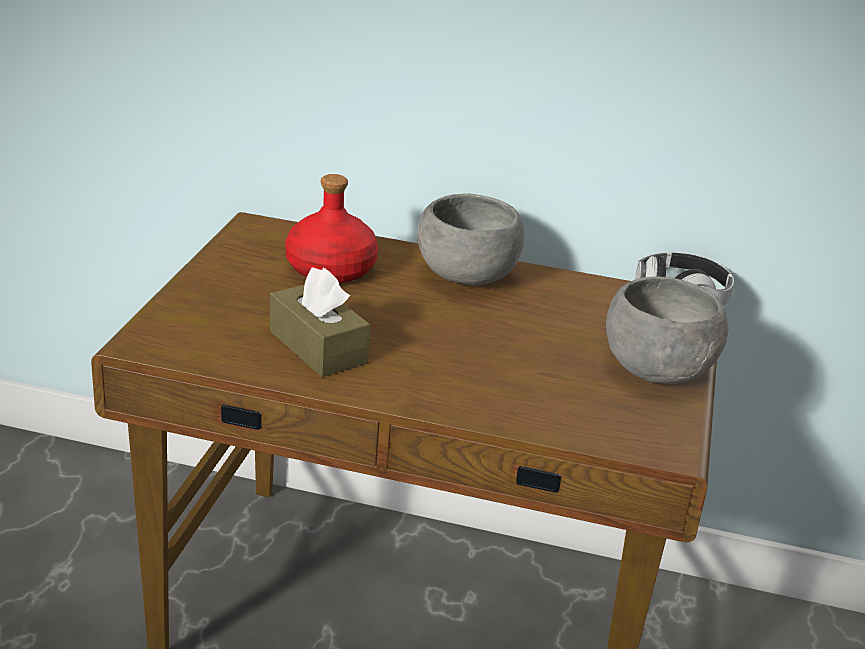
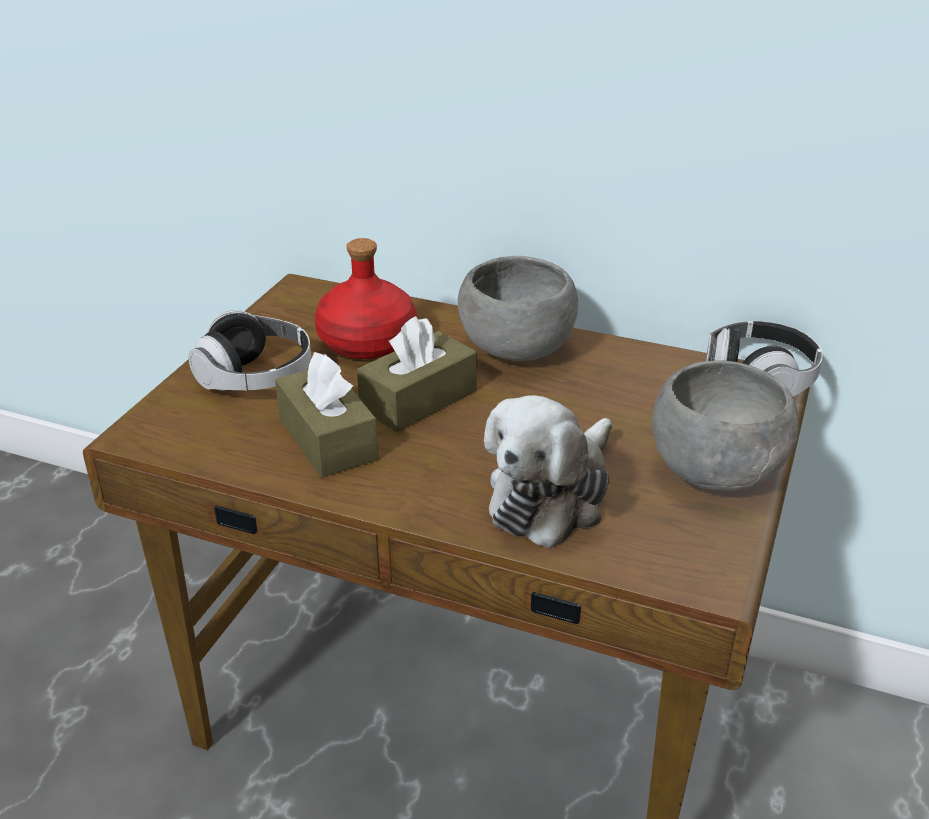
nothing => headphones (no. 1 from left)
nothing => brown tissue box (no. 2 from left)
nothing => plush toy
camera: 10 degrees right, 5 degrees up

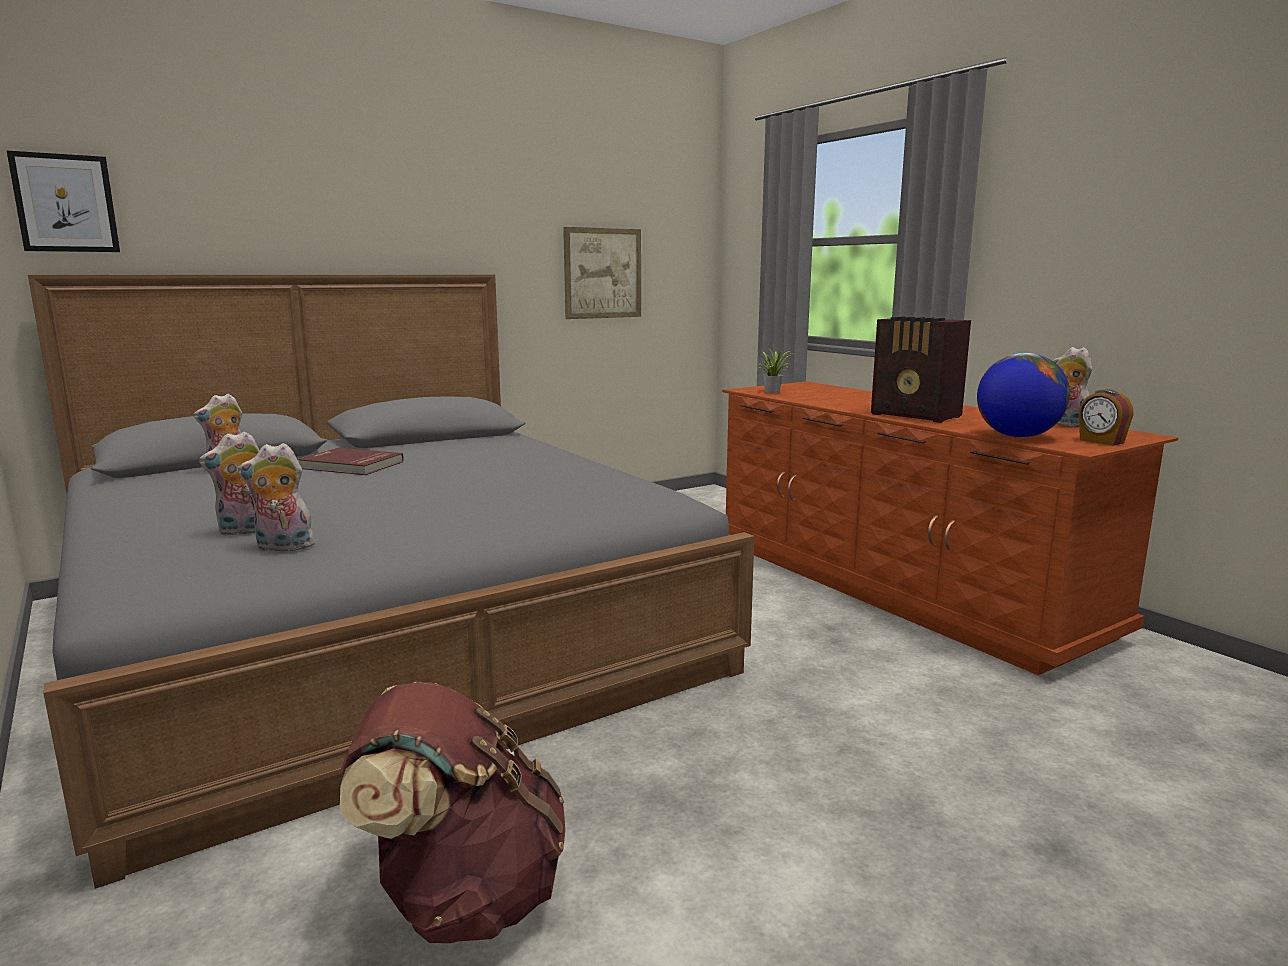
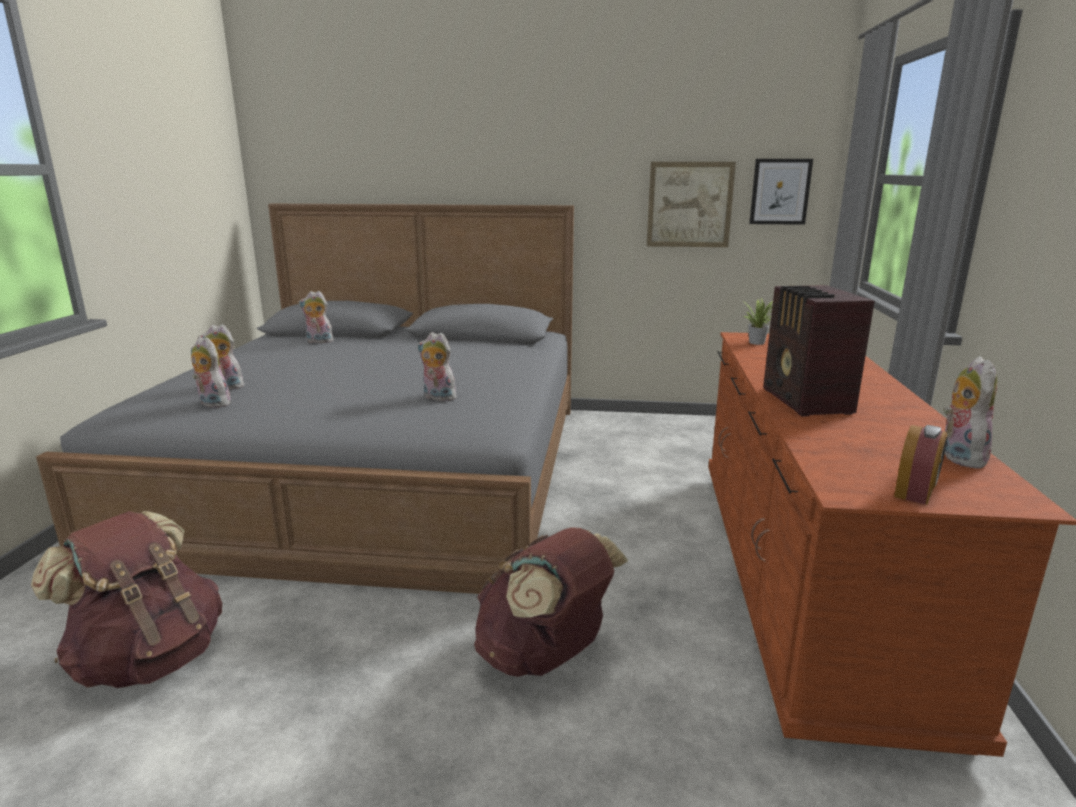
nothing => plush toy (no. 4 from left)
nothing => brown backpack (no. 2 from left)
picture (no. 1 from left in the first image) => picture (no. 2 from left), relocated
alarm clock, 150 degrees counterclockwise
red book => nothing
globe => nothing
camera: 40 degrees right, 5 degrees up

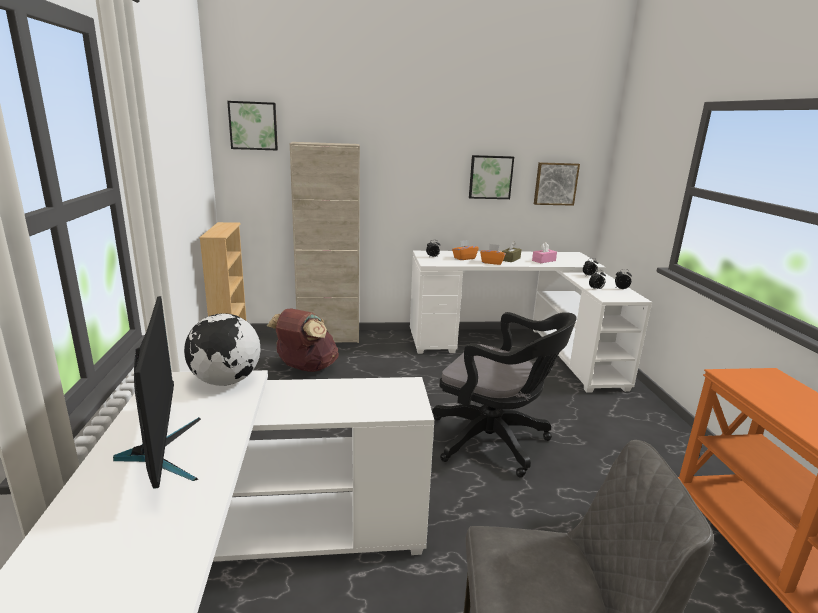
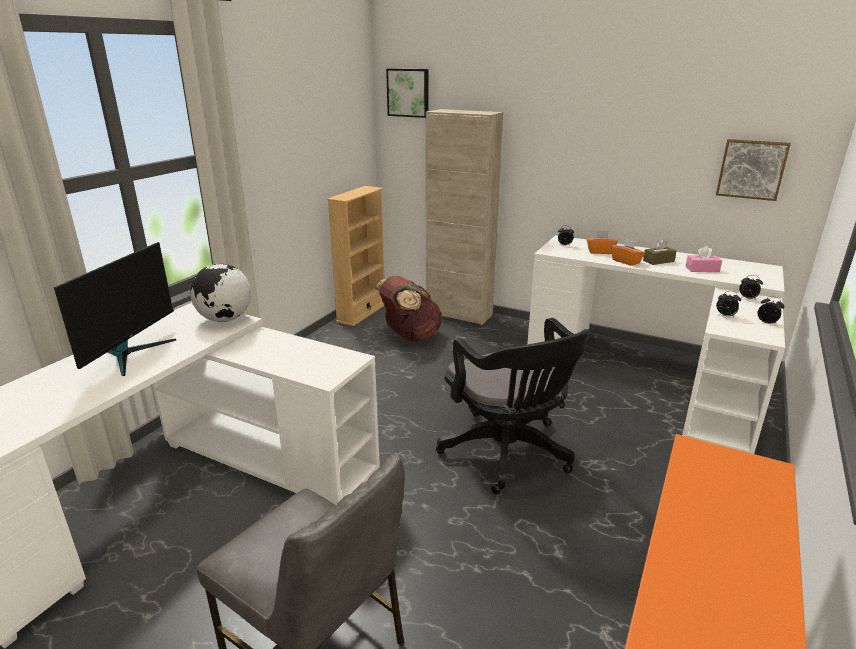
picture (no. 2 from left) => nothing
camera: 35 degrees right, 5 degrees up

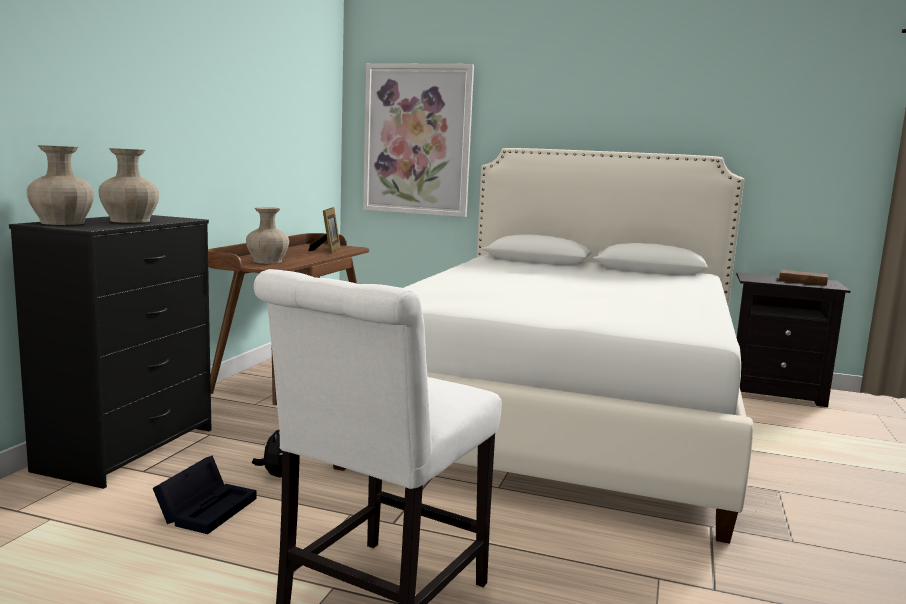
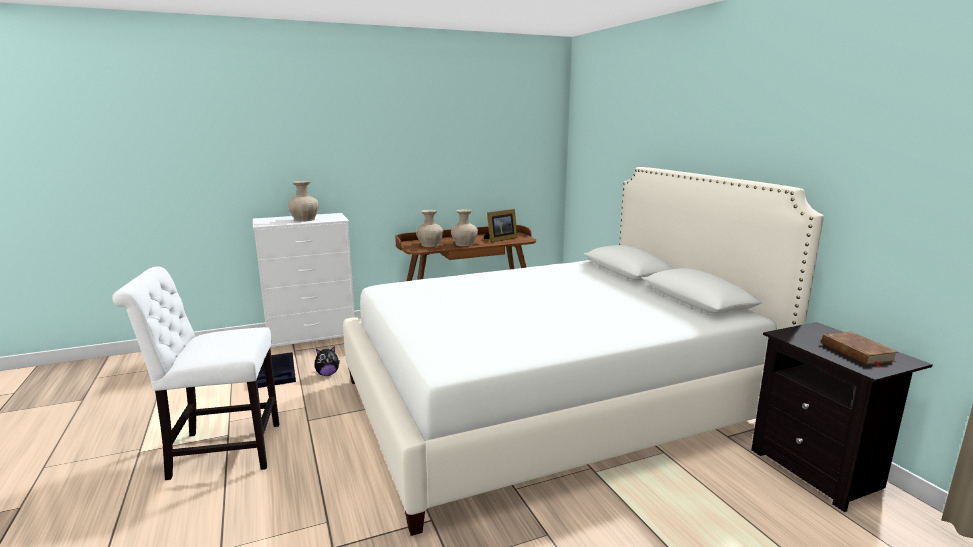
black dresser => white dresser
beige vase (no. 1 from left in the first image) => beige vase (no. 3 from left), relocated
picture => nothing
camera: 50 degrees right, 5 degrees up

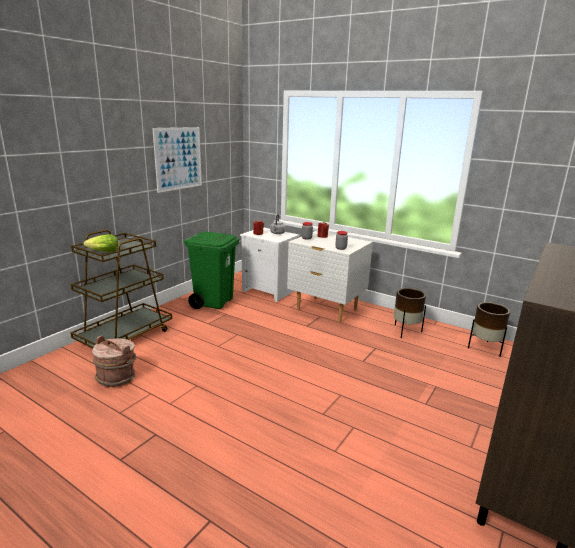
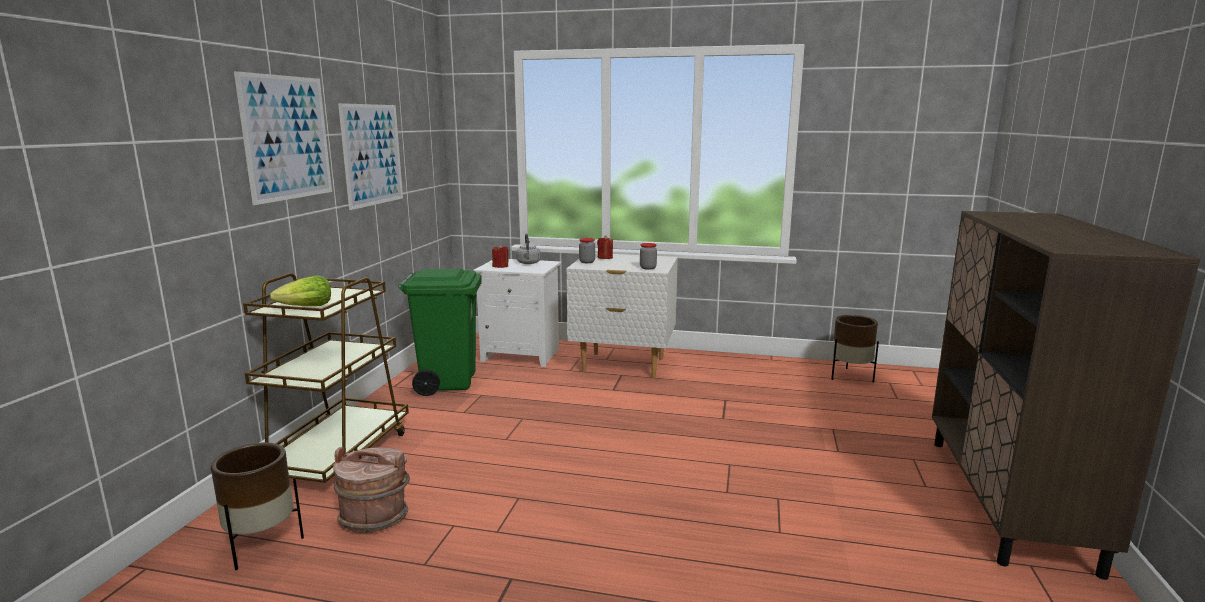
brown planter (no. 1 from left), relocated
nothing => picture (no. 1 from left)
camera: 20 degrees left, 5 degrees down

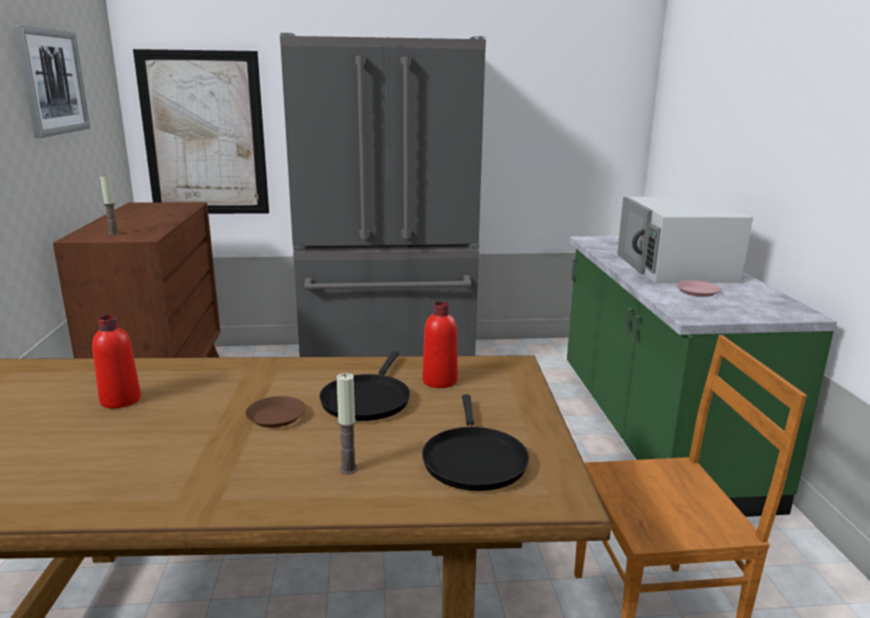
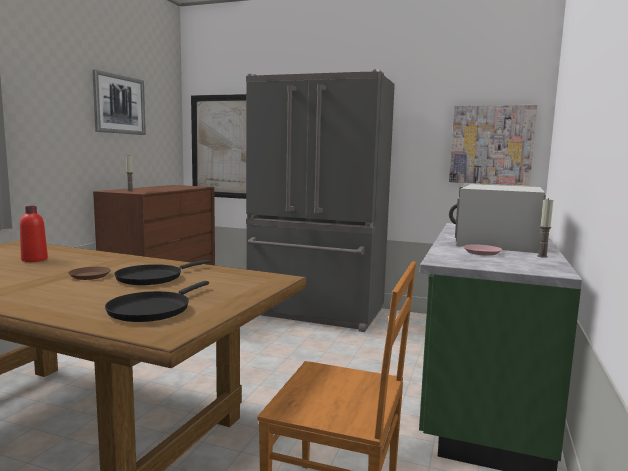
nothing => picture (no. 3 from left)
candle (no. 2 from left), relocated
red bottle (no. 2 from left) => nothing
camera: 25 degrees right, 10 degrees down

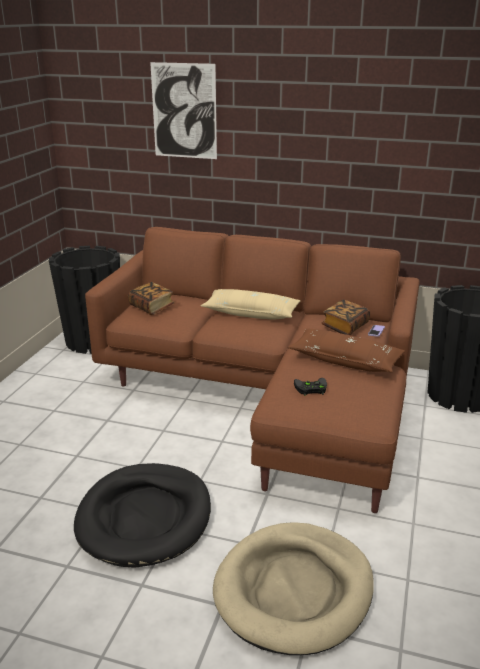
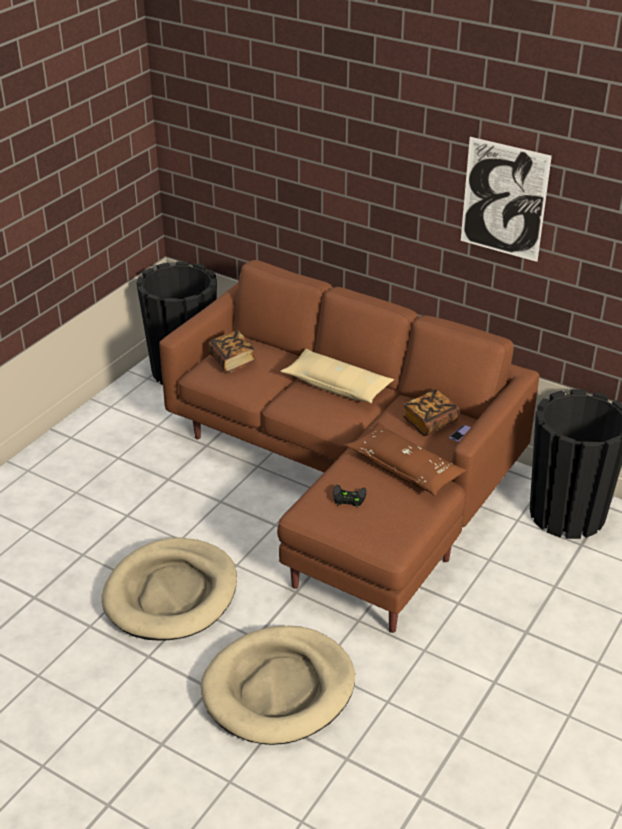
black dog bed => beige dog bed (no. 1 from left)
picture, relocated
camera: 15 degrees right, 10 degrees up

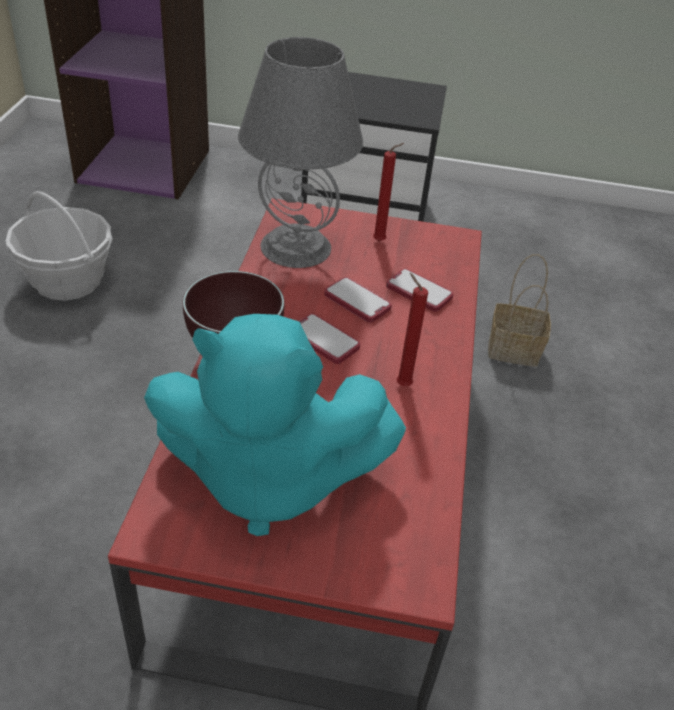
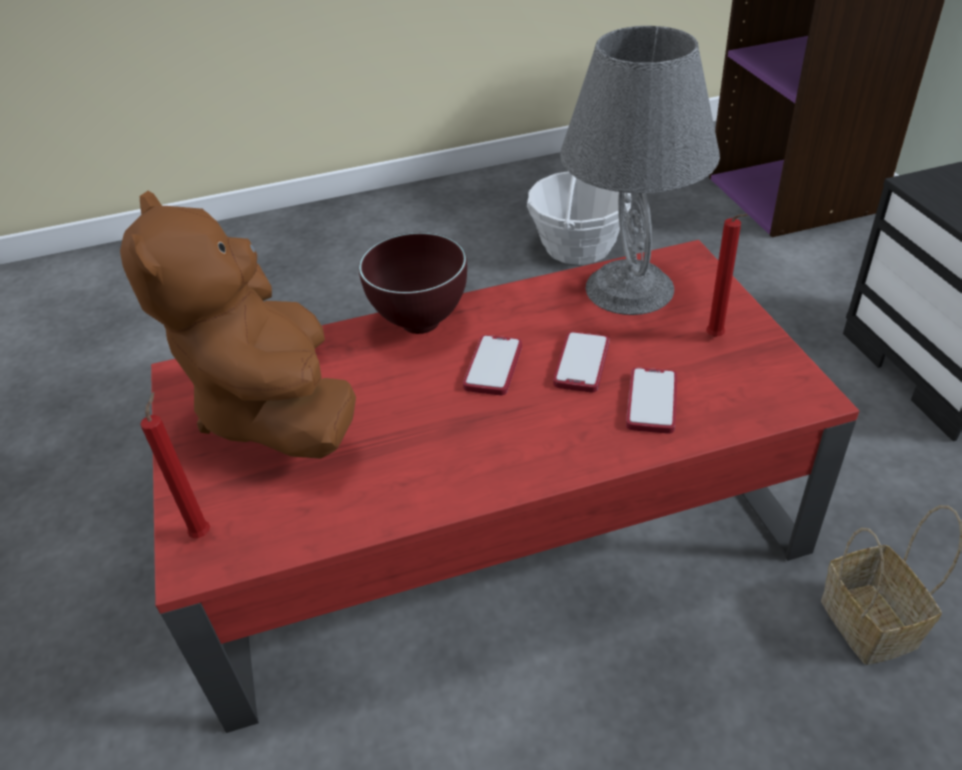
turquoise plush toy => brown plush toy
red candle (no. 2 from left in the first image) => red candle (no. 1 from left), relocated
camera: 70 degrees right, 0 degrees up

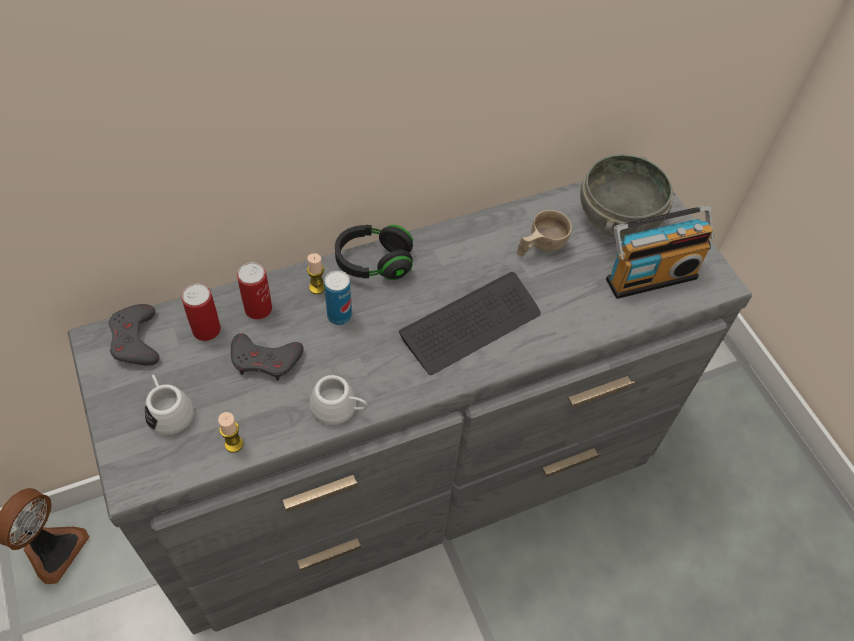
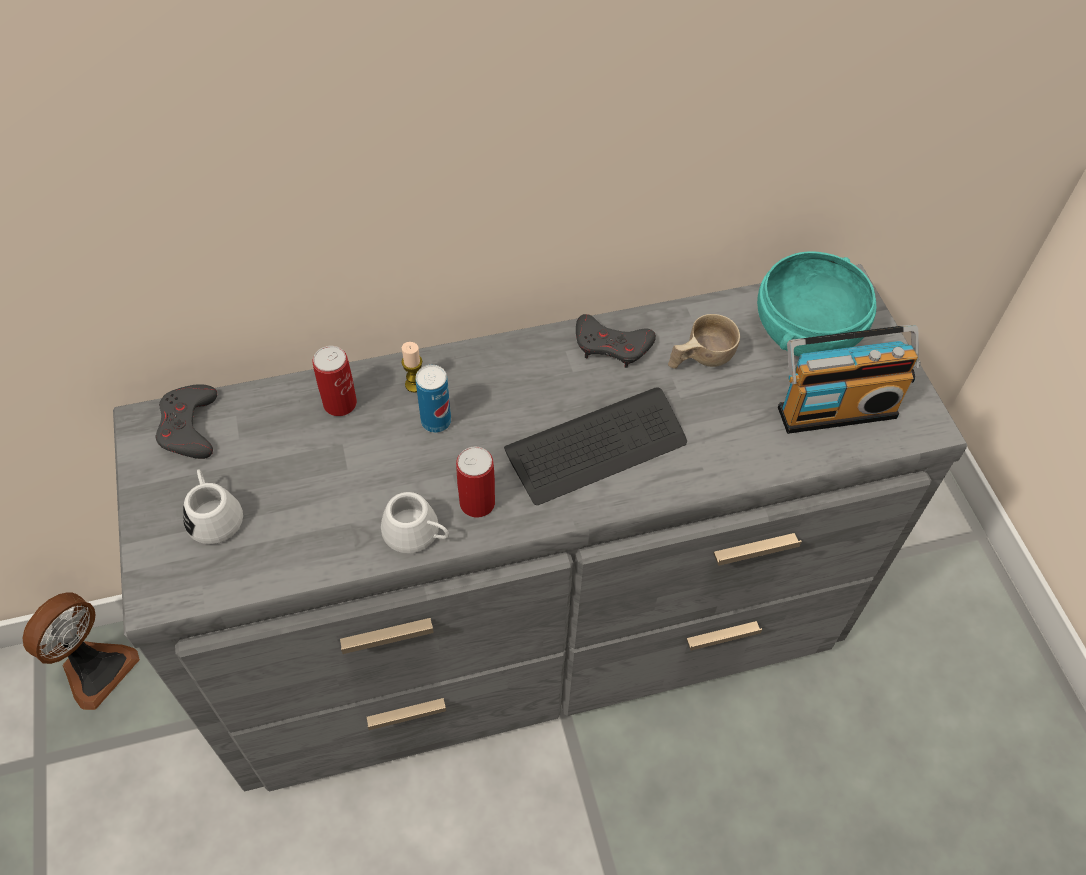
can (no. 1 from left in the first image) => can (no. 3 from left), relocated
grey game controller (no. 2 from left), relocated
grey bowl => turquoise bowl
candle (no. 1 from left) => nothing
black headphones => nothing
camera: 10 degrees right, 0 degrees up

